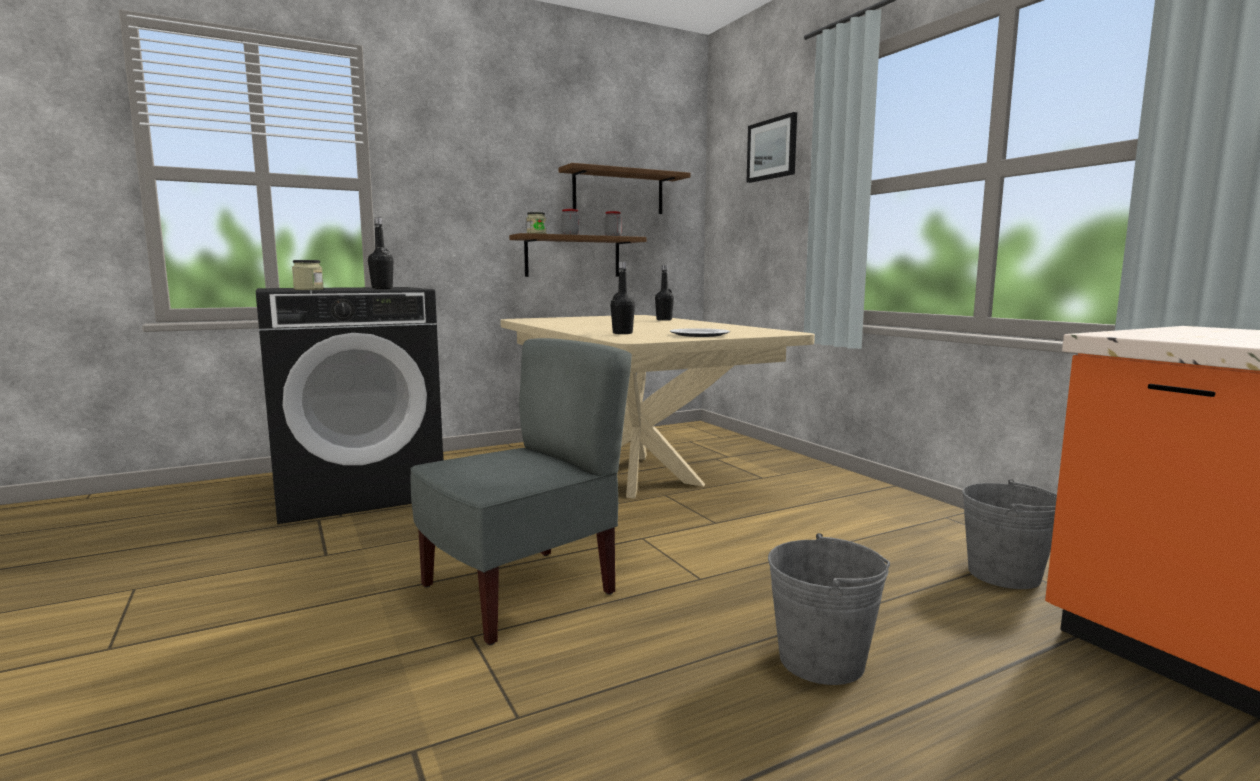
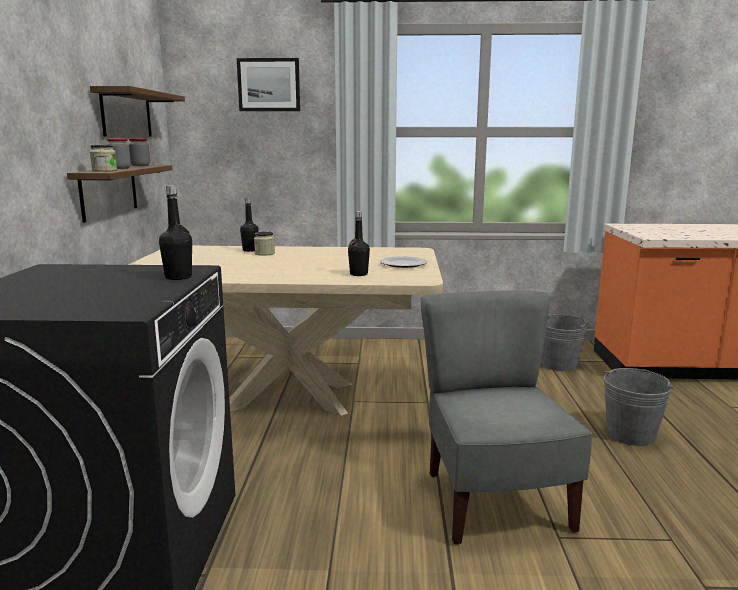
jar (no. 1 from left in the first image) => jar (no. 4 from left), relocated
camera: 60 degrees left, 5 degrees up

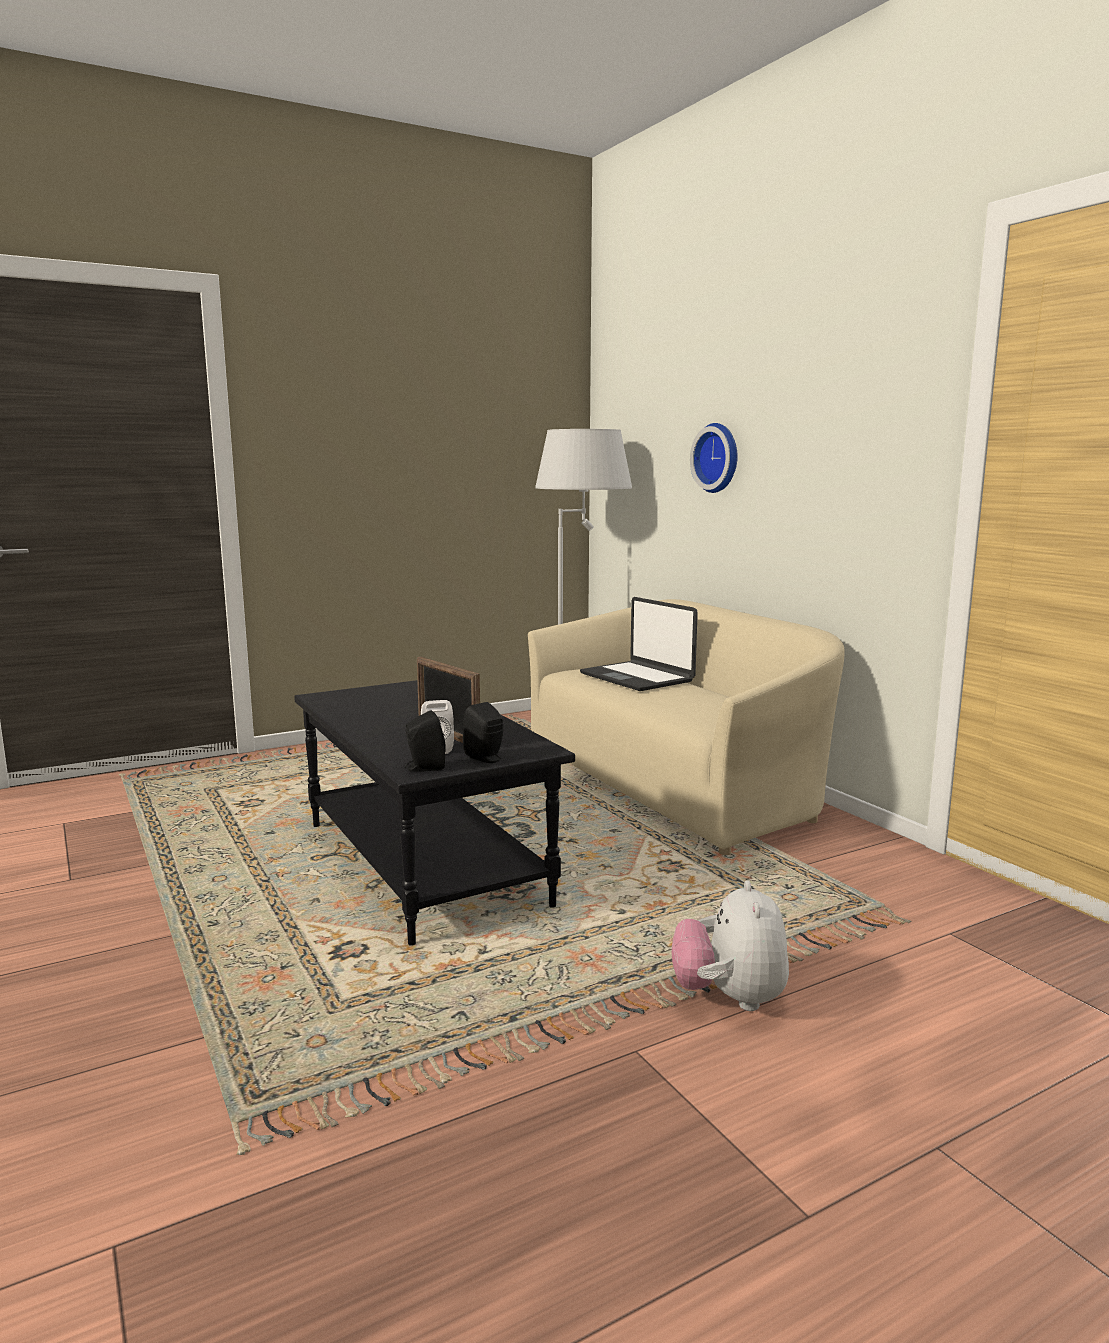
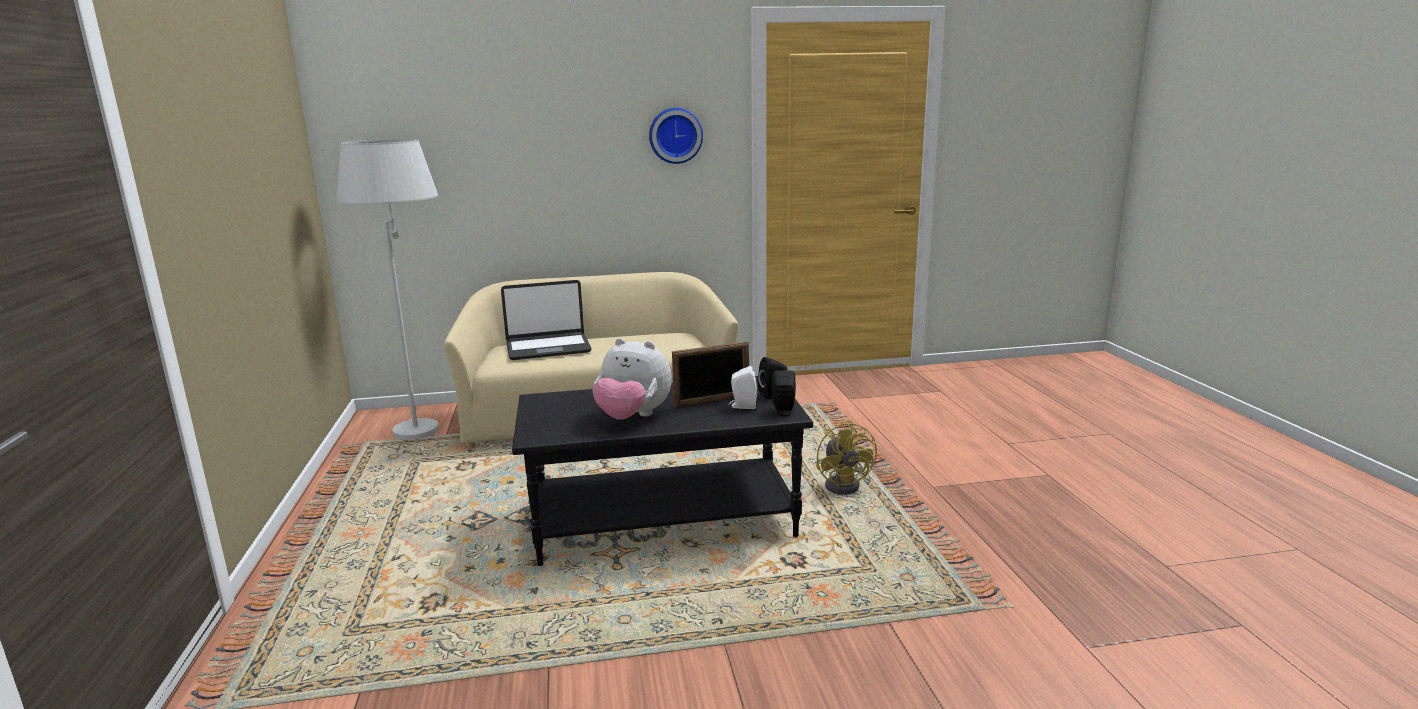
plush toy, relocated
wall clock, relocated
nothing => yellow fan
camera: 70 degrees left, 5 degrees up

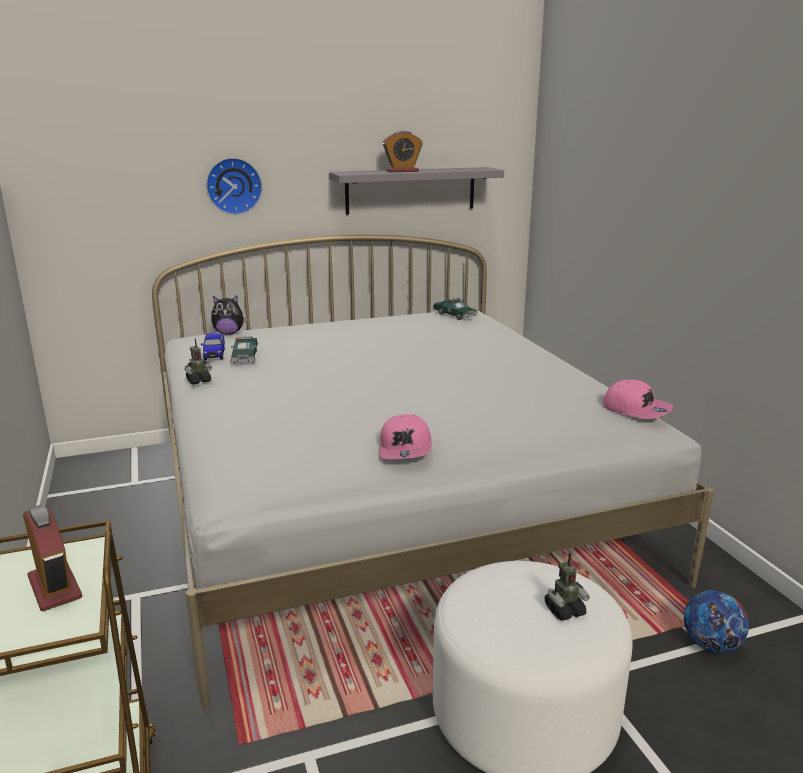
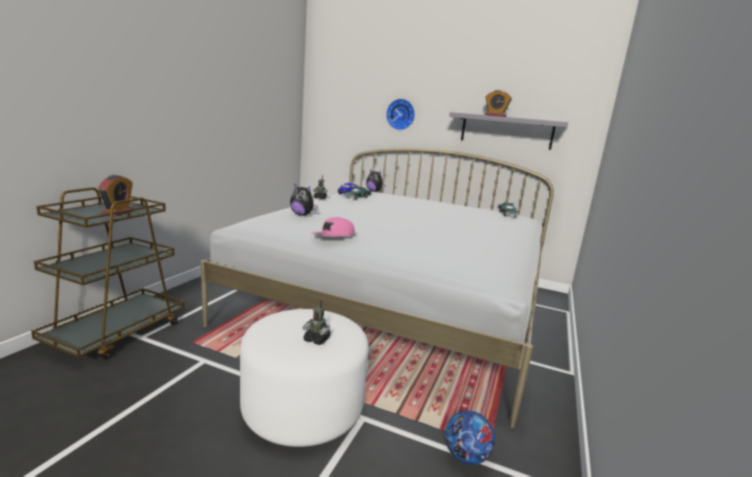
nothing => plush toy (no. 1 from left)
pink cap (no. 2 from left) => nothing
camera: 40 degrees right, 5 degrees down

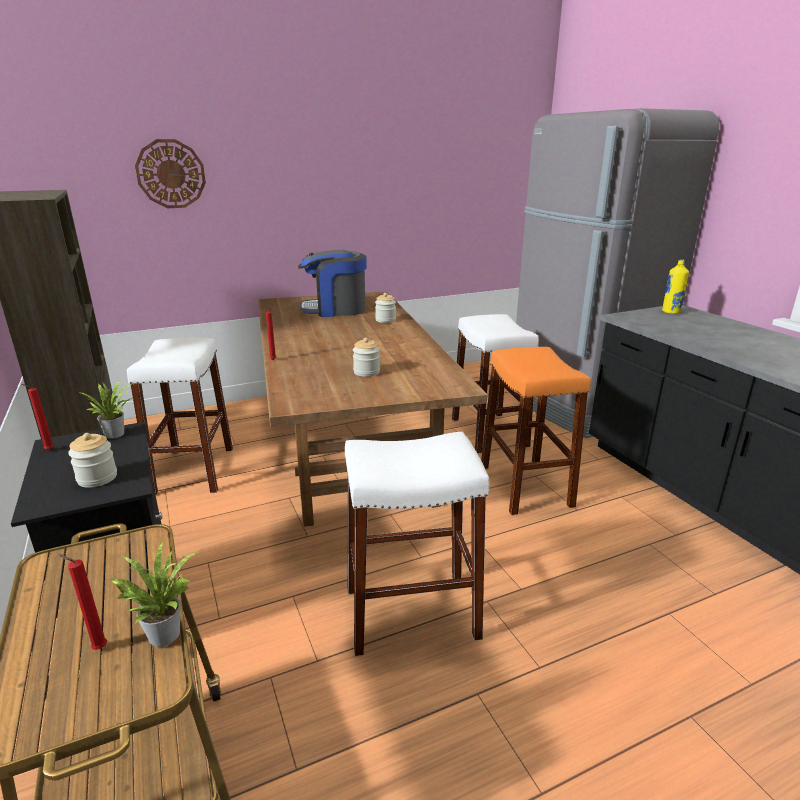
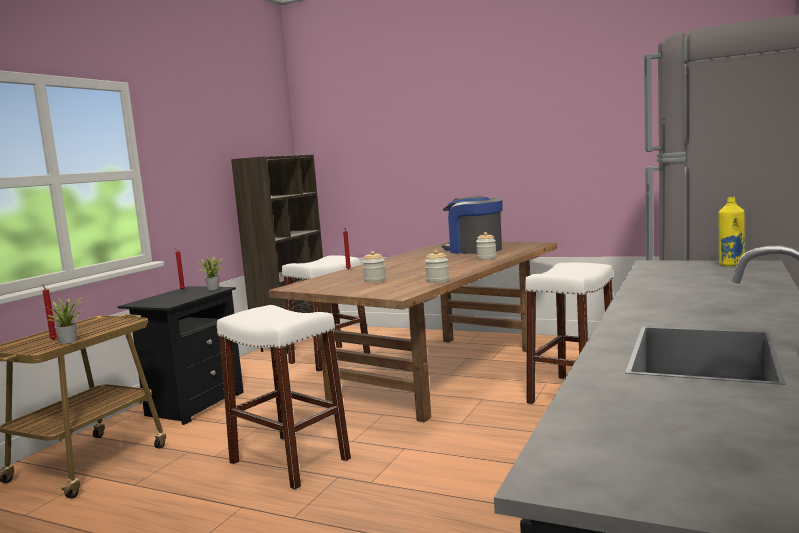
jar (no. 1 from left in the first image) => jar (no. 2 from left), relocated
wall clock => nothing
orange stool => nothing
camera: 50 degrees right, 15 degrees down

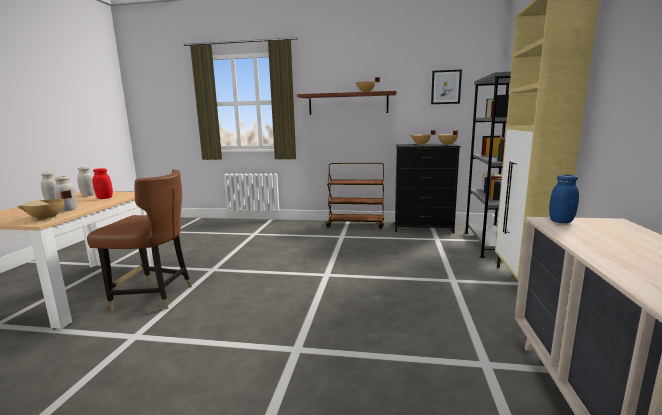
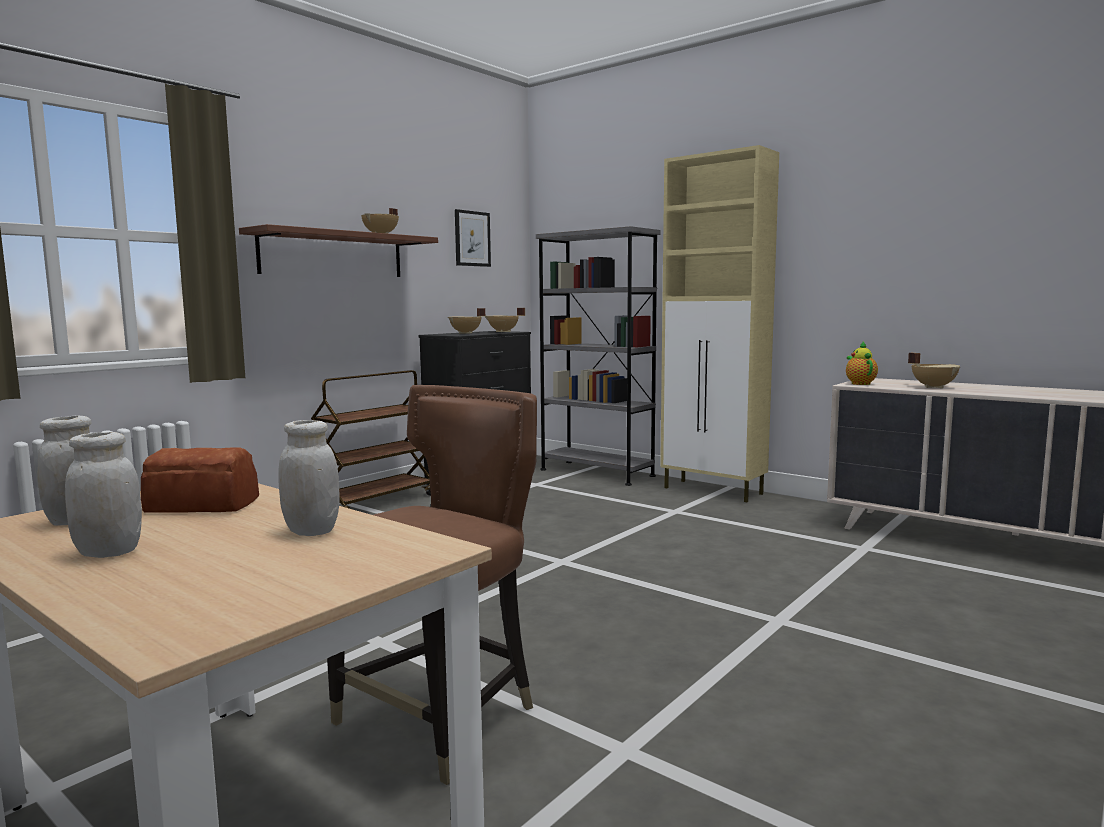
red jar => bread
blue jar => teapot
beige cooking pot (no. 1 from left in the first image) => beige cooking pot (no. 4 from left), relocated
camera: 60 degrees left, 5 degrees down

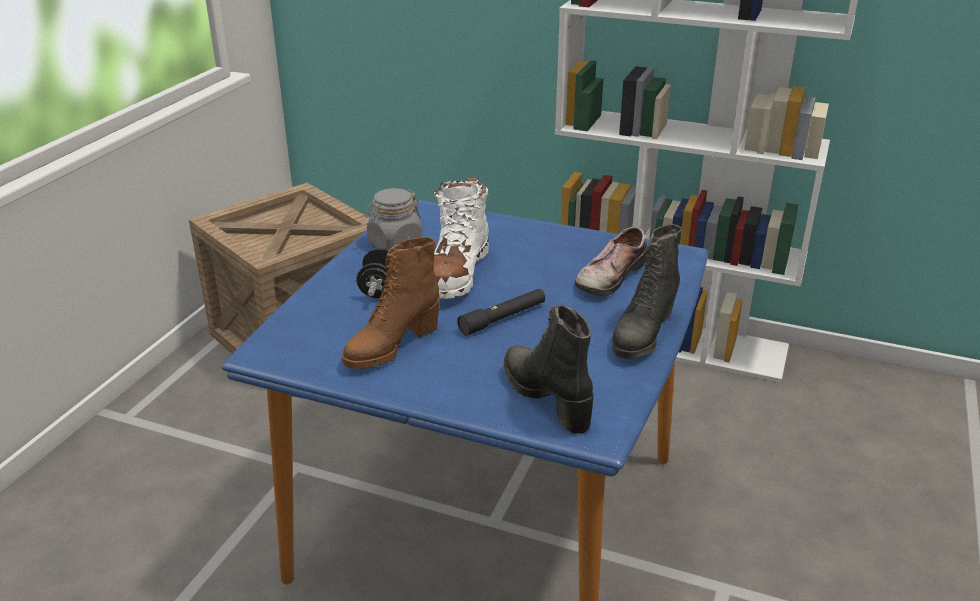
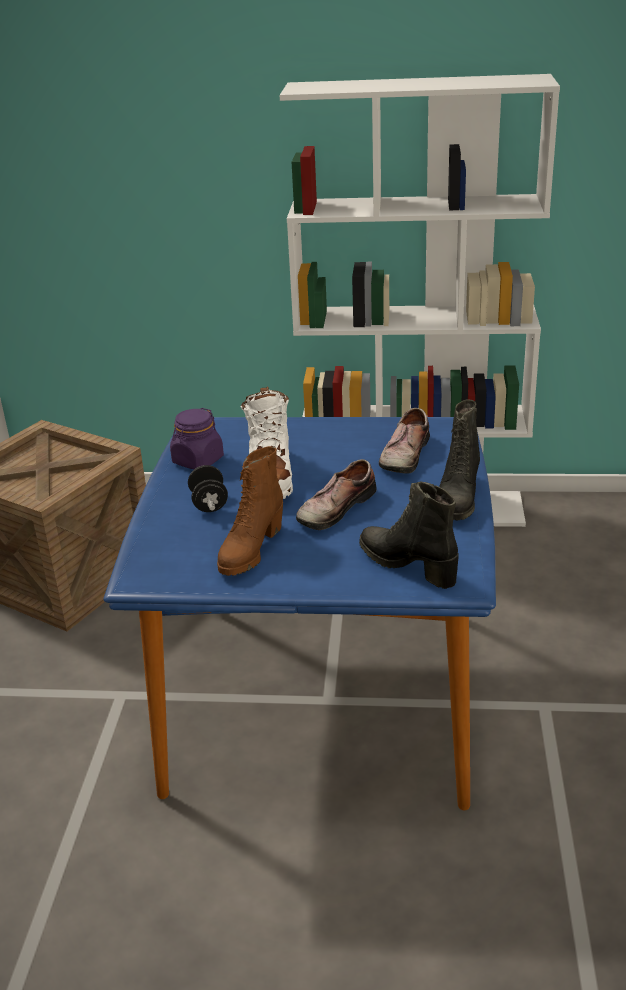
grey jar => purple jar
black flashlight => shoe (no. 1 from left)
camera: 15 degrees left, 0 degrees up

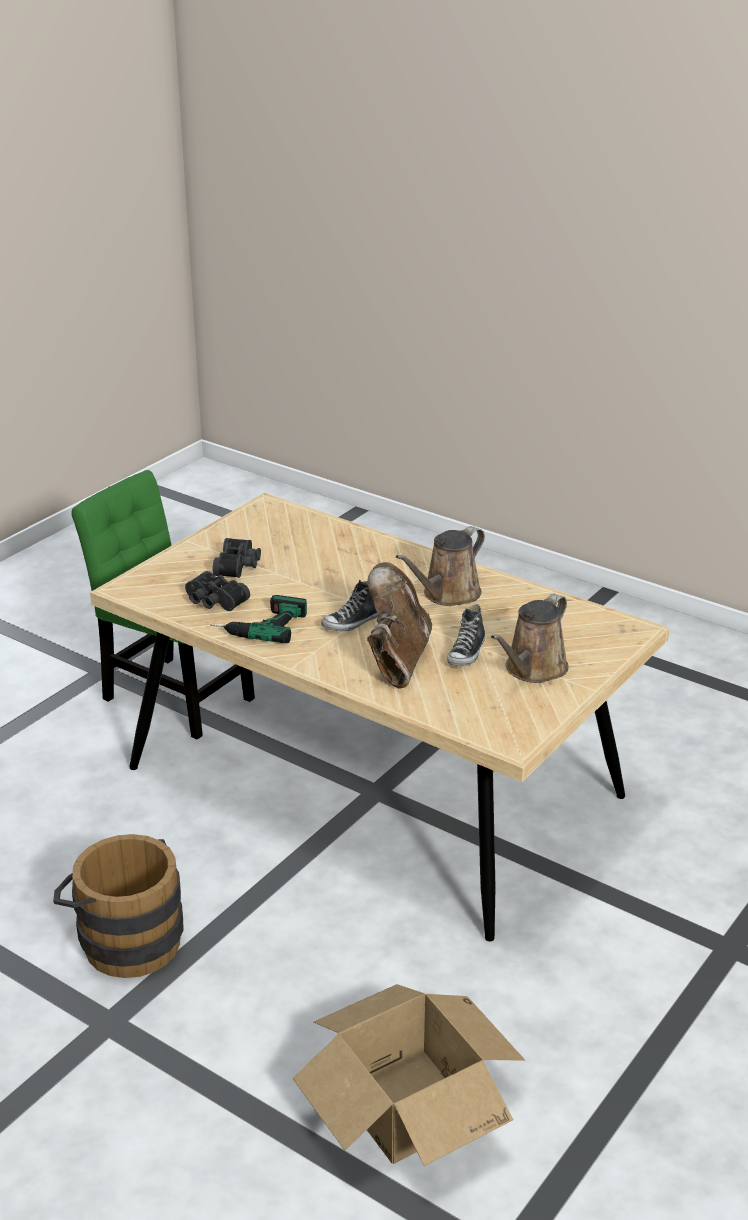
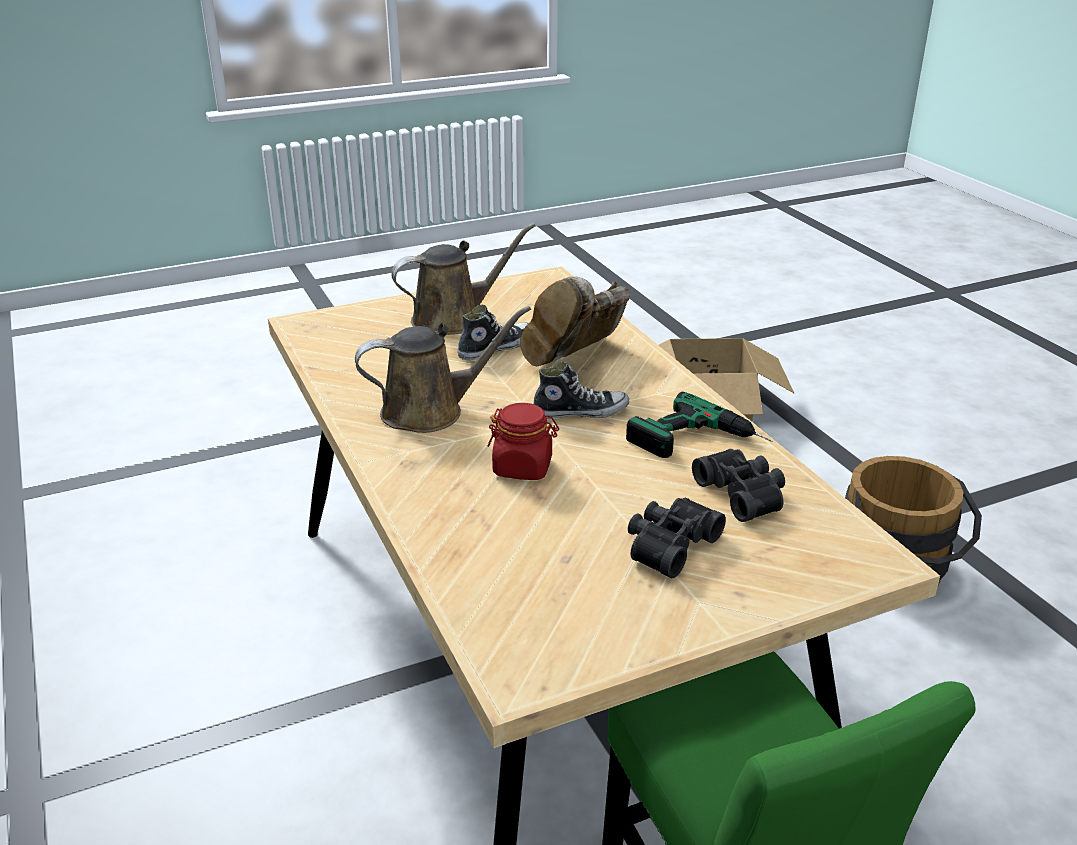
nothing => red jar
camera: 150 degrees left, 0 degrees up

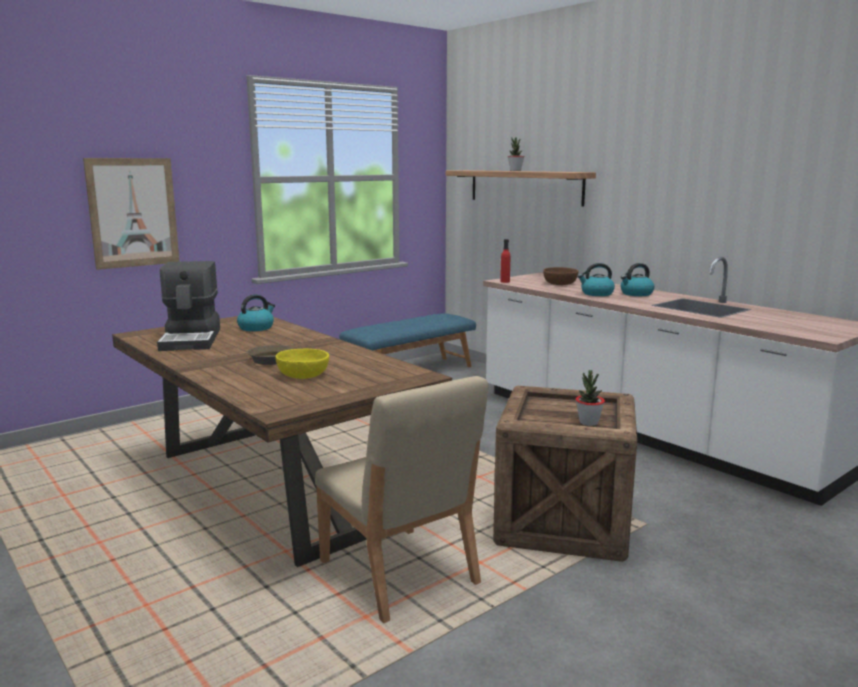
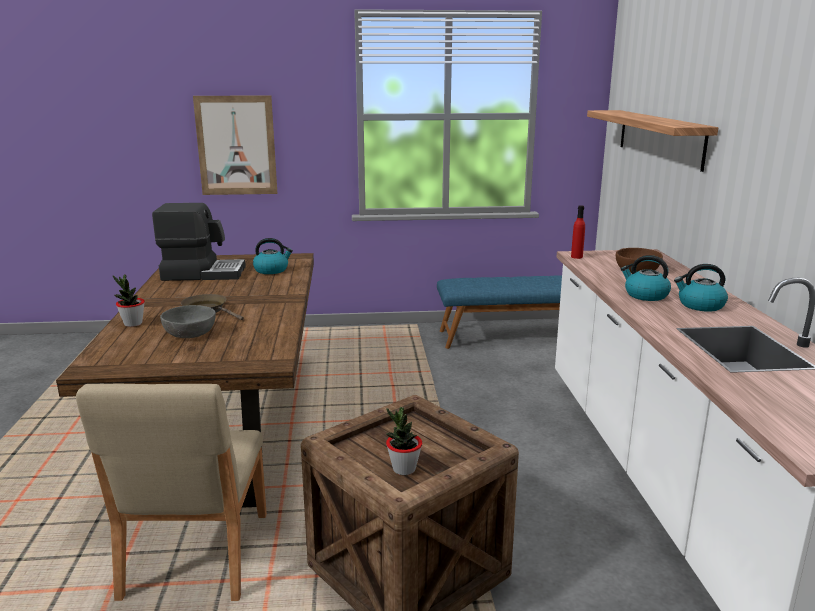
potted plant (no. 1 from left), relocated
coffee machine, 120 degrees counterclockwise
yellow bowl => grey bowl
camera: 35 degrees right, 5 degrees up

